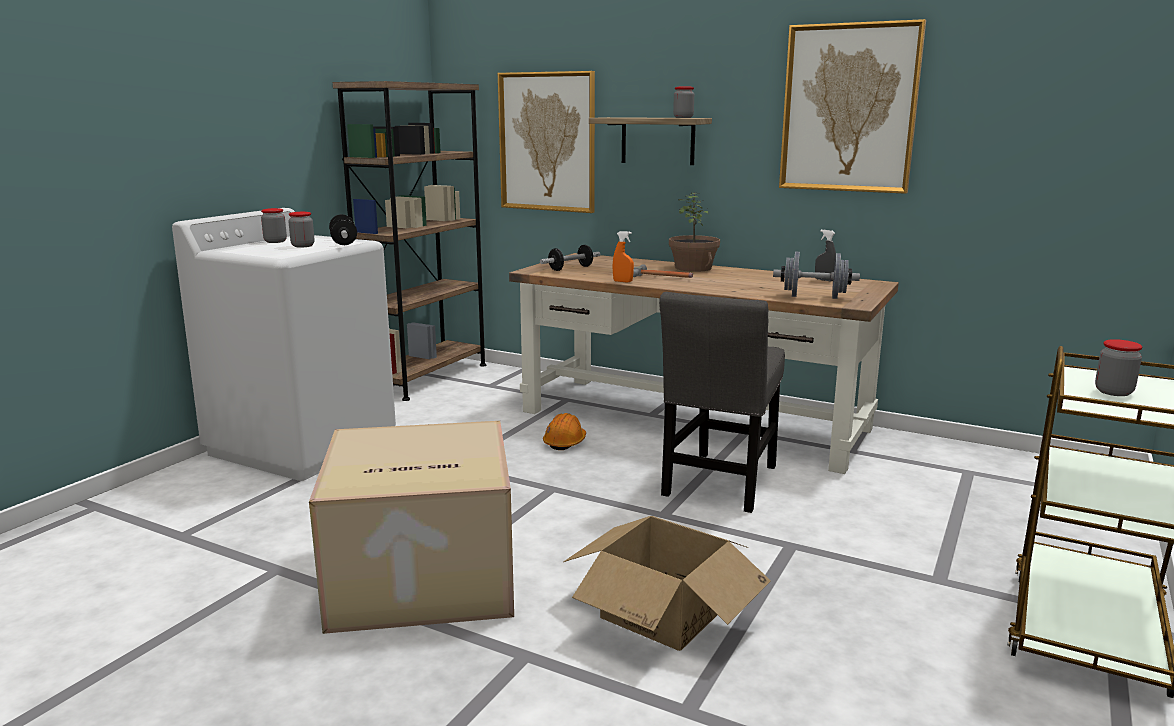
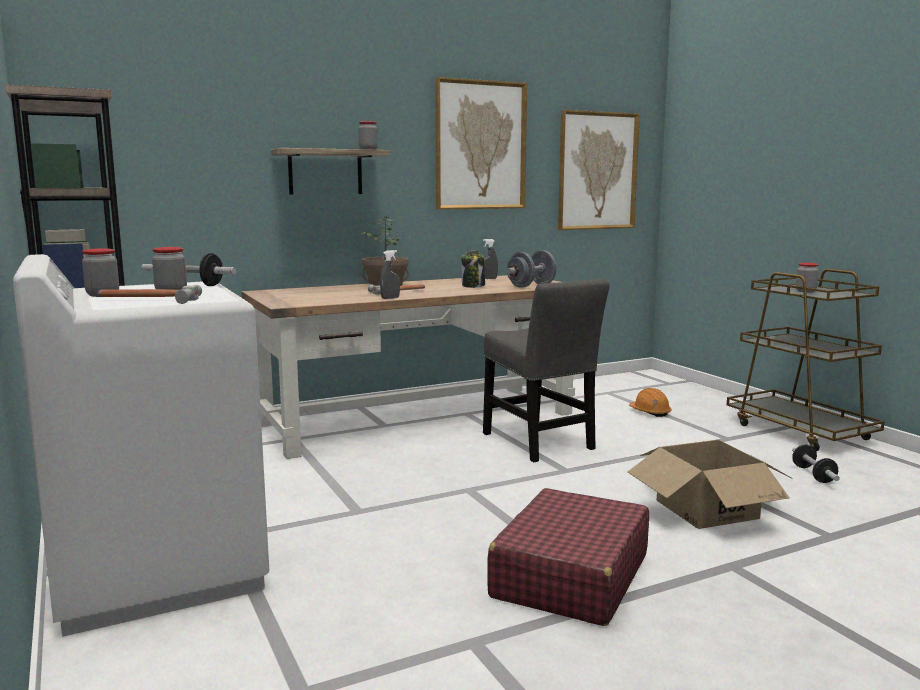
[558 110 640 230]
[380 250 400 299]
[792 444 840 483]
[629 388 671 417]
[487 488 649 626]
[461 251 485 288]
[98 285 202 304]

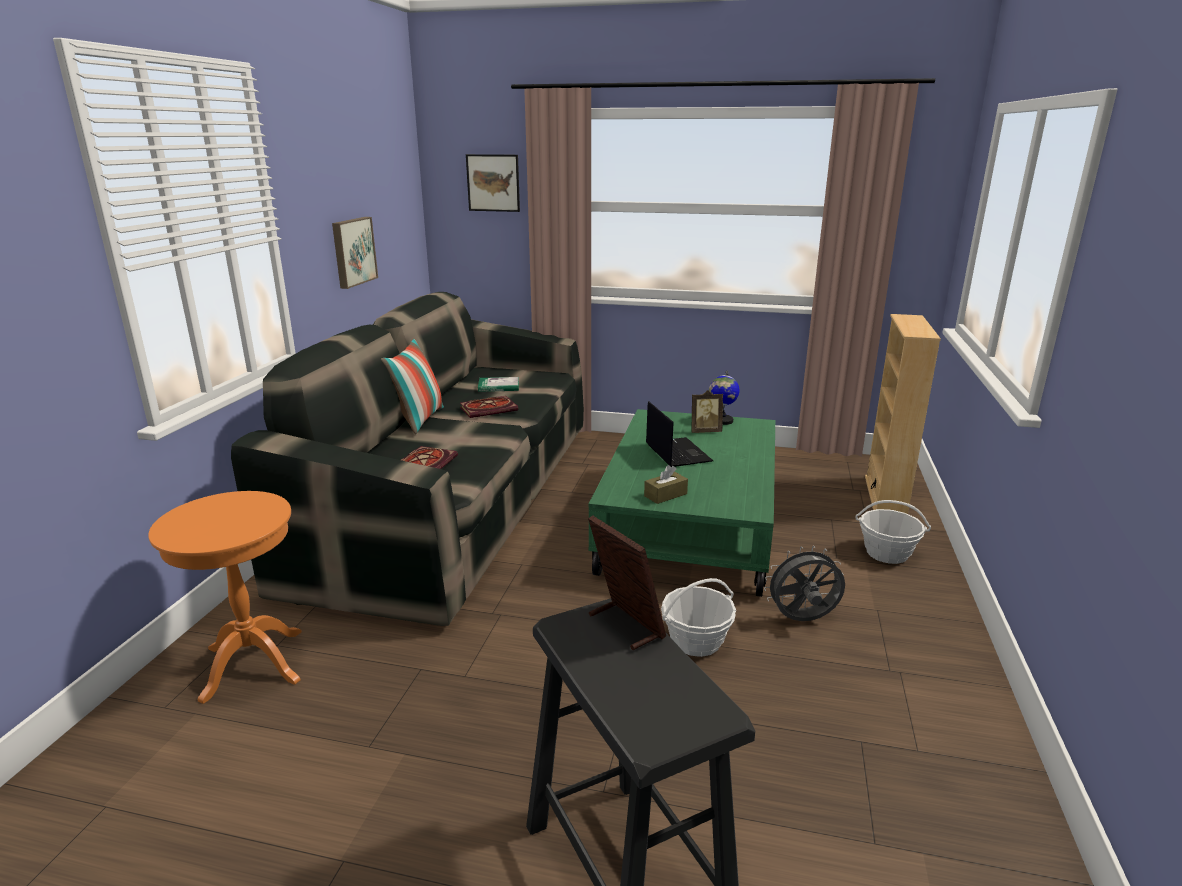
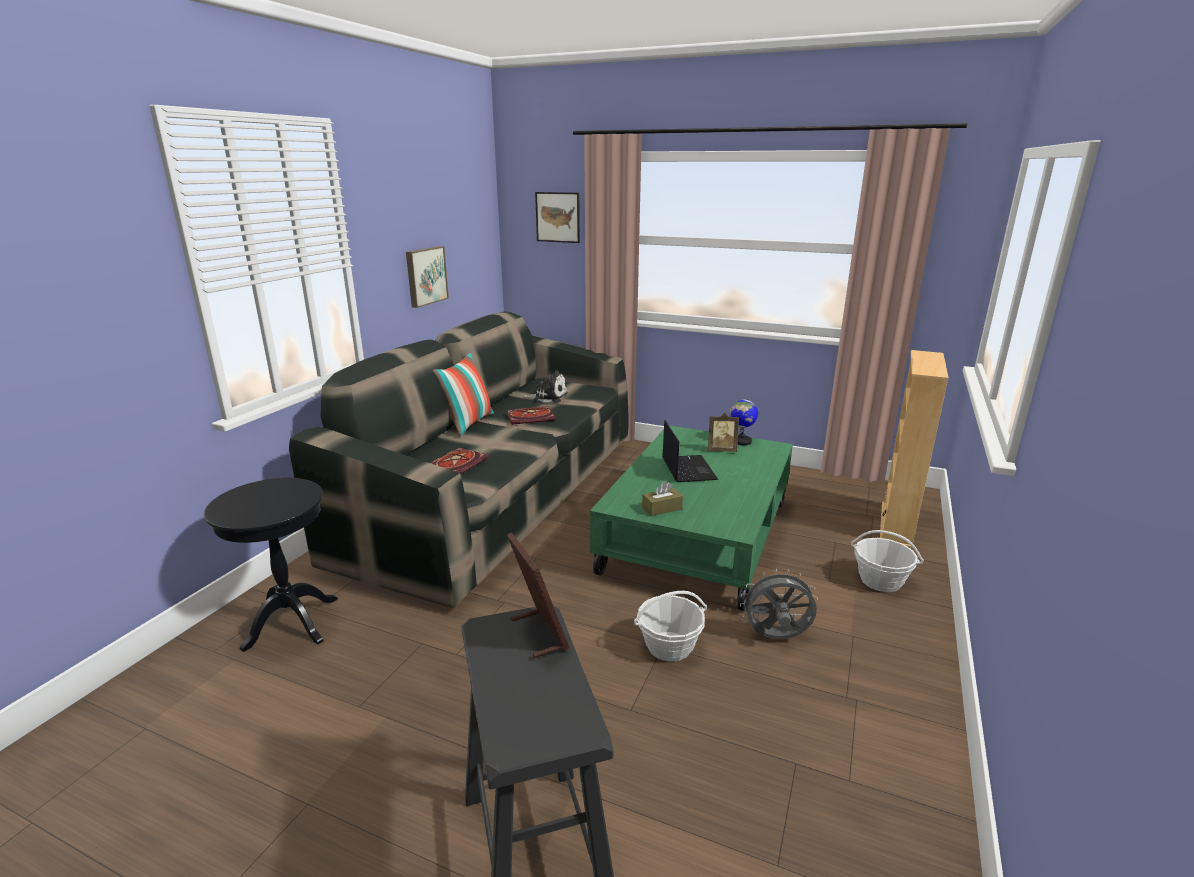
[523 370 568 403]
[204 478 338 652]

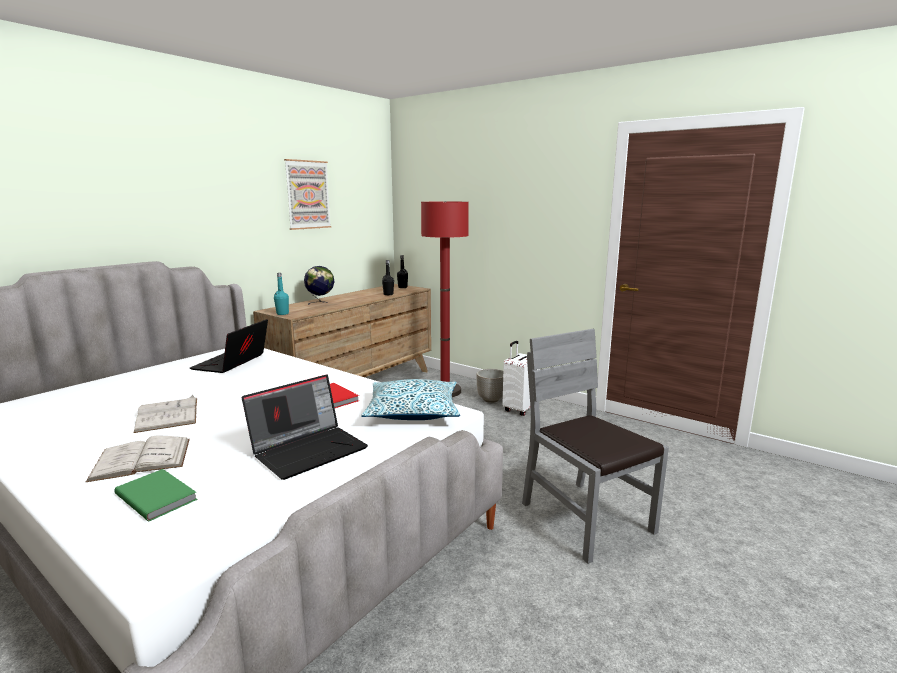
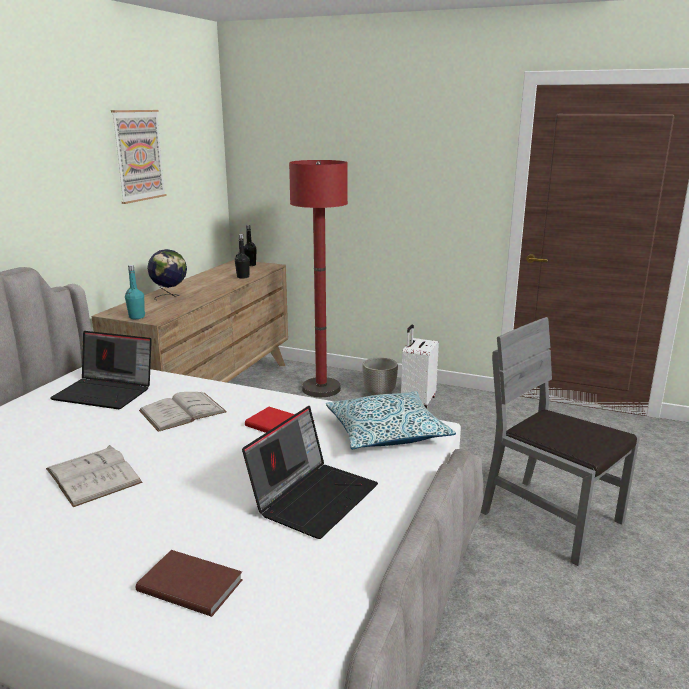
[50 331 152 409]
[139 392 227 432]
[136 550 243 617]

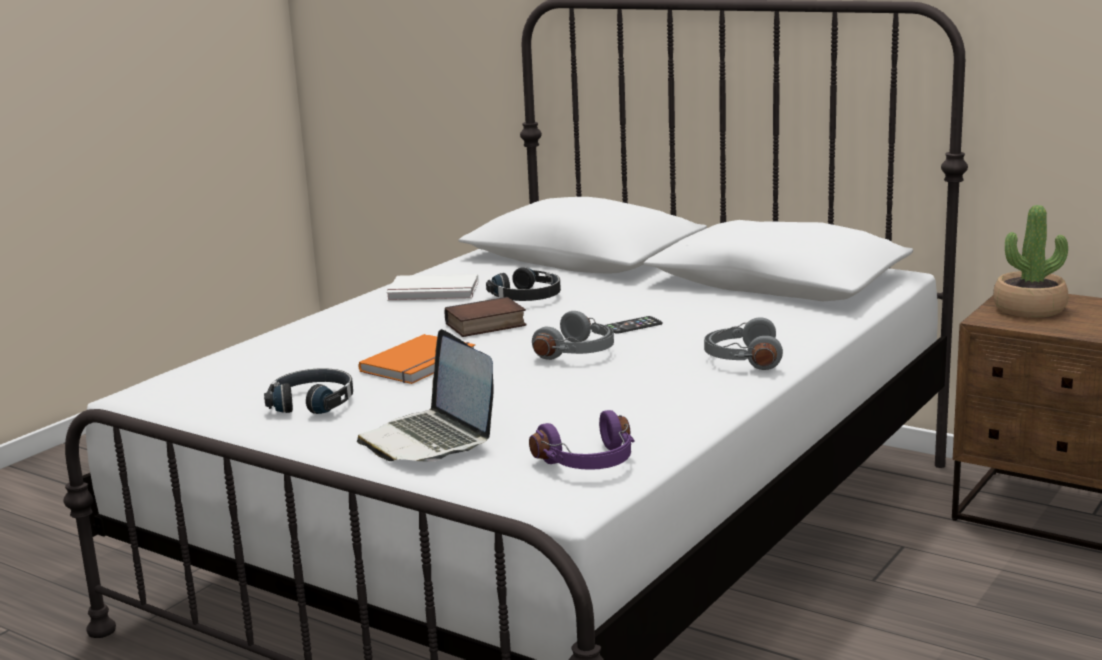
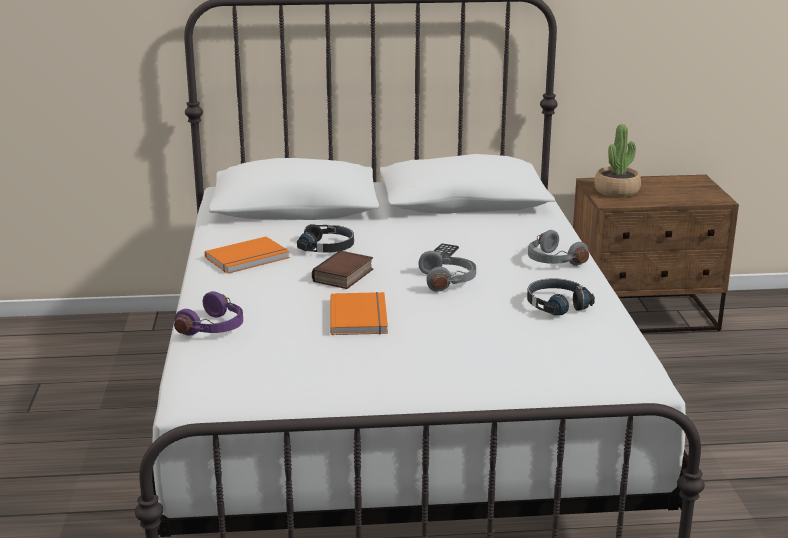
[205 237 290 274]
[357 329 494 462] (first image)
[527 278 595 316]
[174 291 243 336]

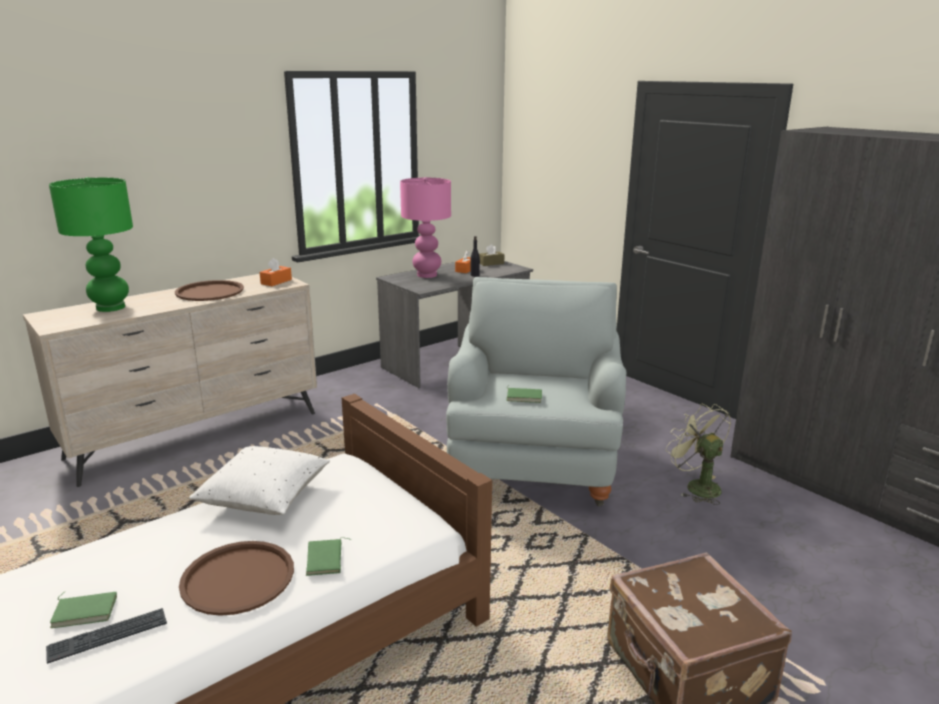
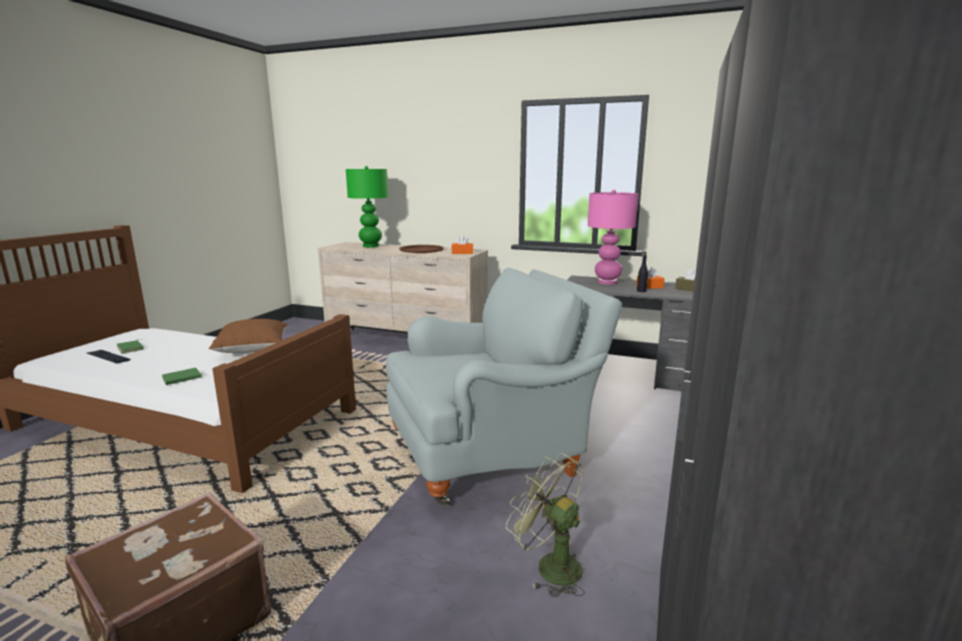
[506 385 542 403] (first image)
[506 453 585 597]
[209 319 288 353]
[179 541 294 616] (first image)

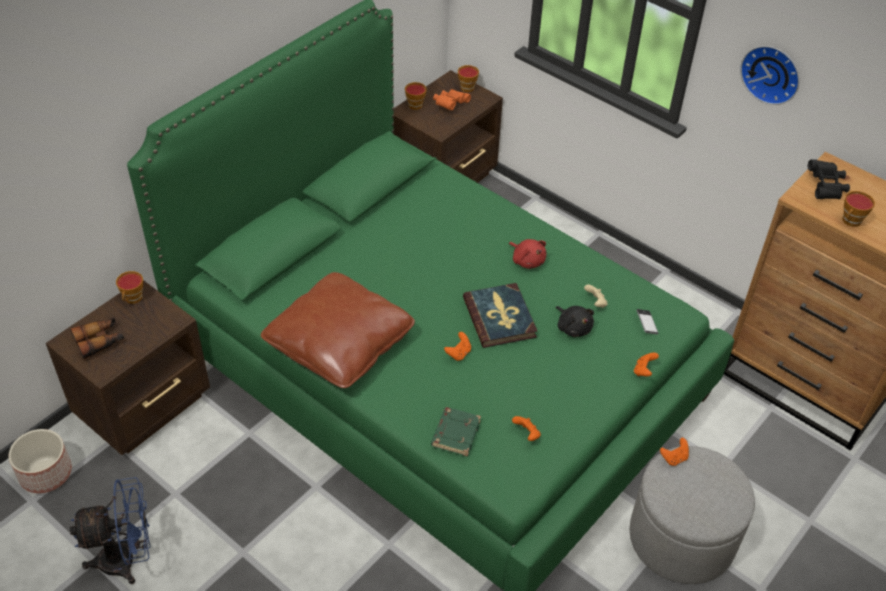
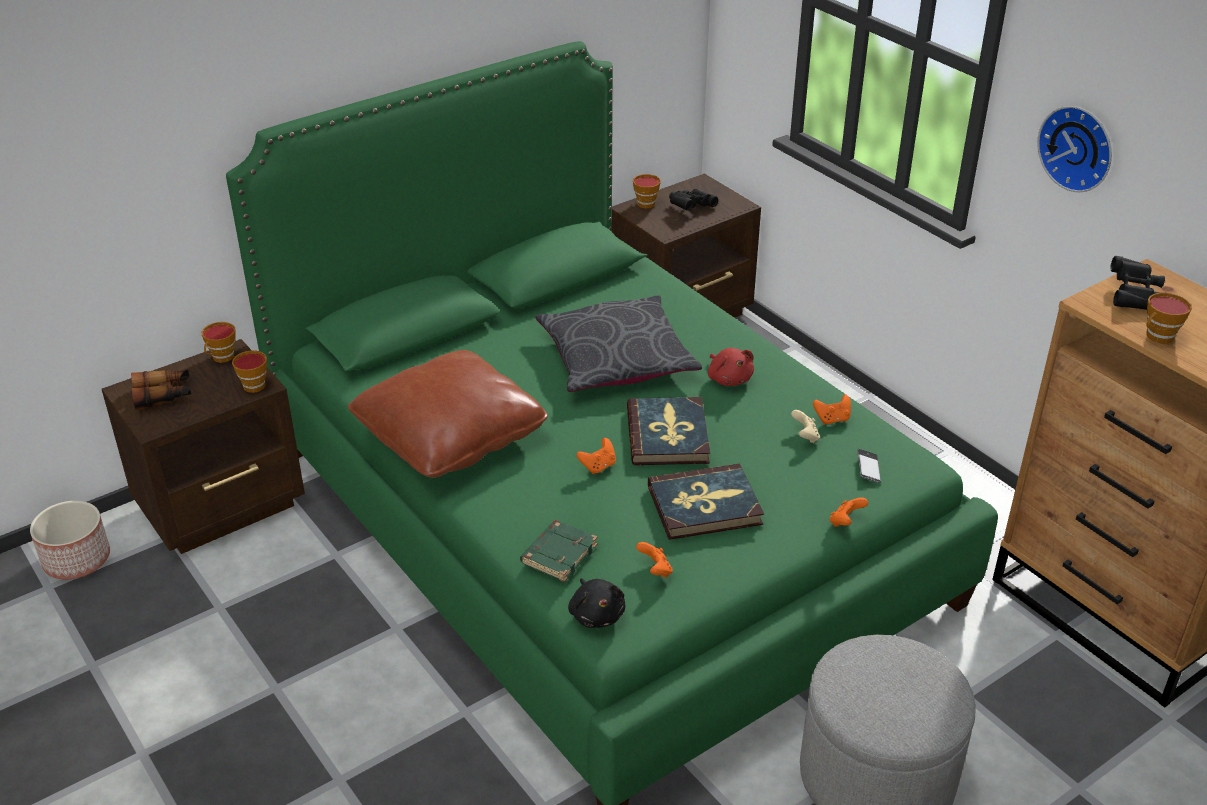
[232 350 267 393]
[669 189 718 211]
[568 578 625 628]
[813 394 851 425]
[70 477 151 584] (first image)
[535 295 702 392]
[648 464 764 540]

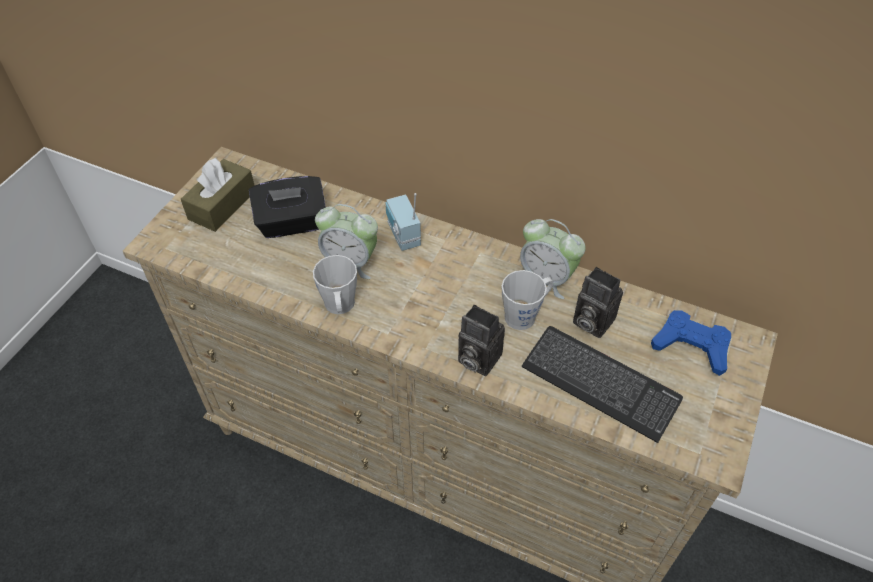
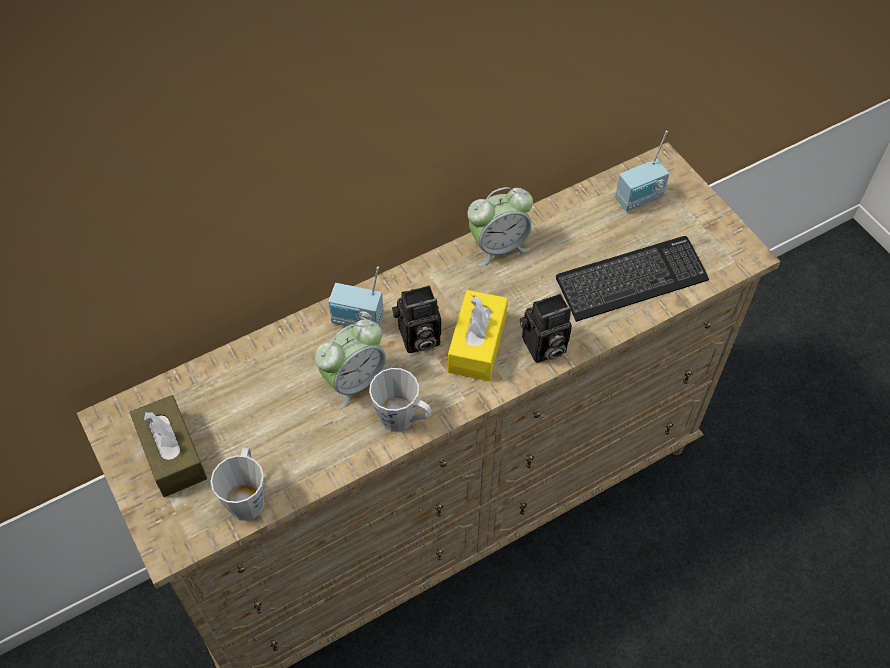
[249 176 326 238] (first image)
[392 285 441 353]
[210 447 265 521]
[615 131 669 212]
[448 290 508 381]

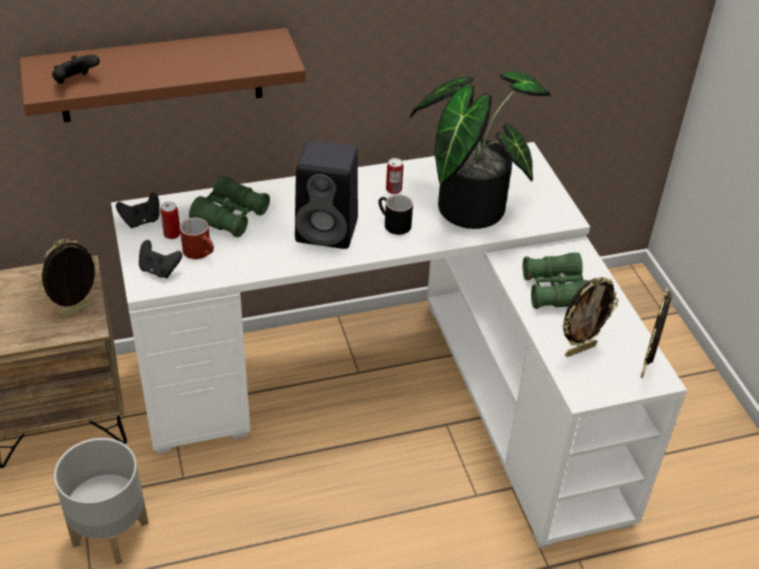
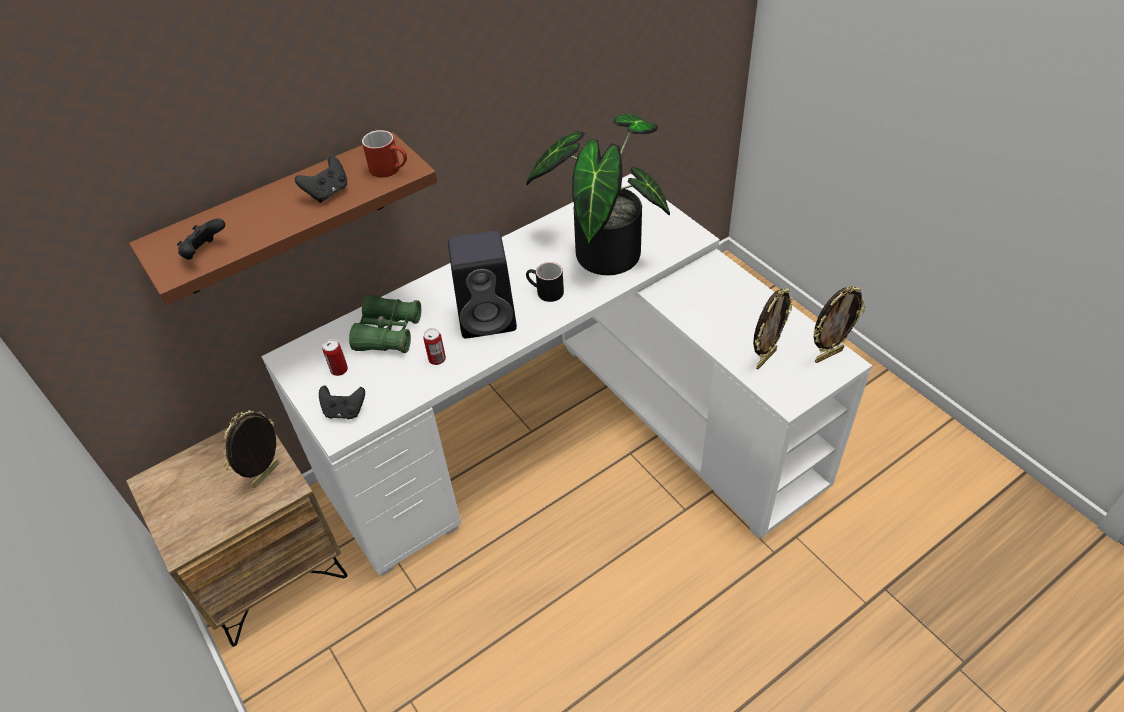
[423 328 446 365]
[295 156 347 203]
[362 130 407 178]
[523 253 589 309] (first image)
[813 286 866 363]
[54 438 149 565] (first image)

